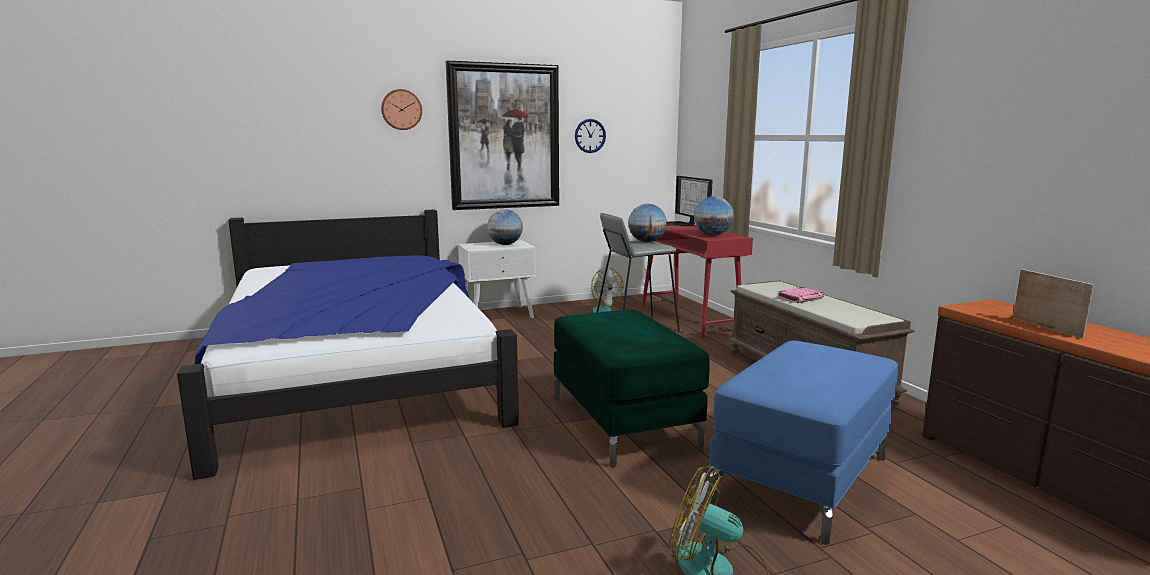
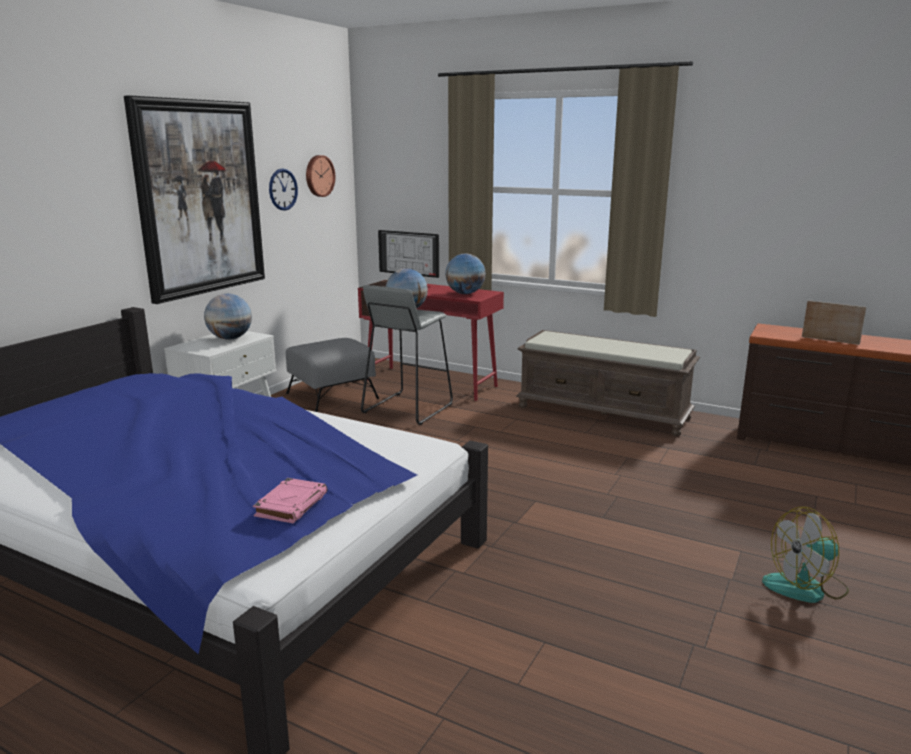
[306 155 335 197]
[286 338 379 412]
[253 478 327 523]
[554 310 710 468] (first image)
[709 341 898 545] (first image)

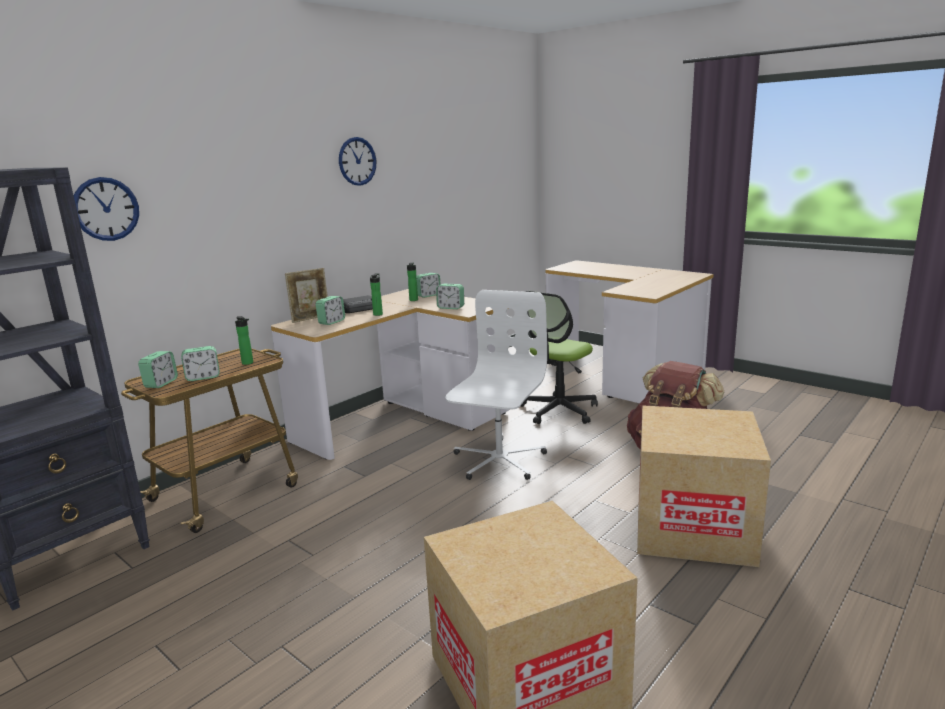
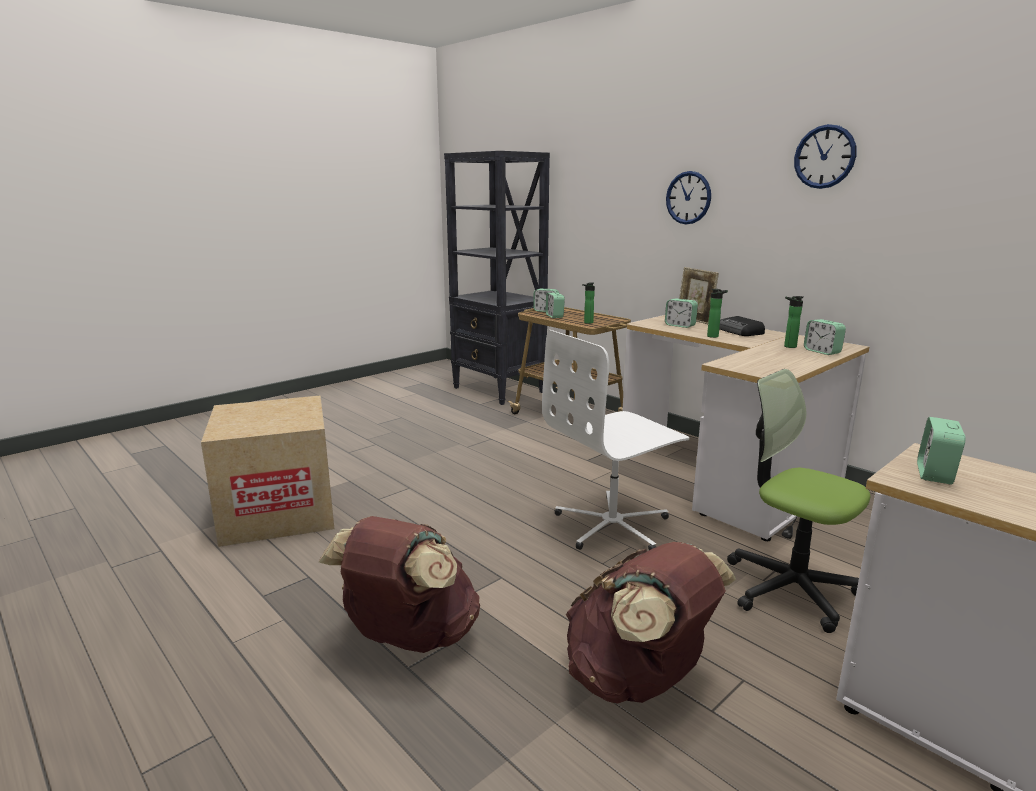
[666 171 711 225]
[917 417 966 485]
[542 330 690 550]
[319 516 480 653]

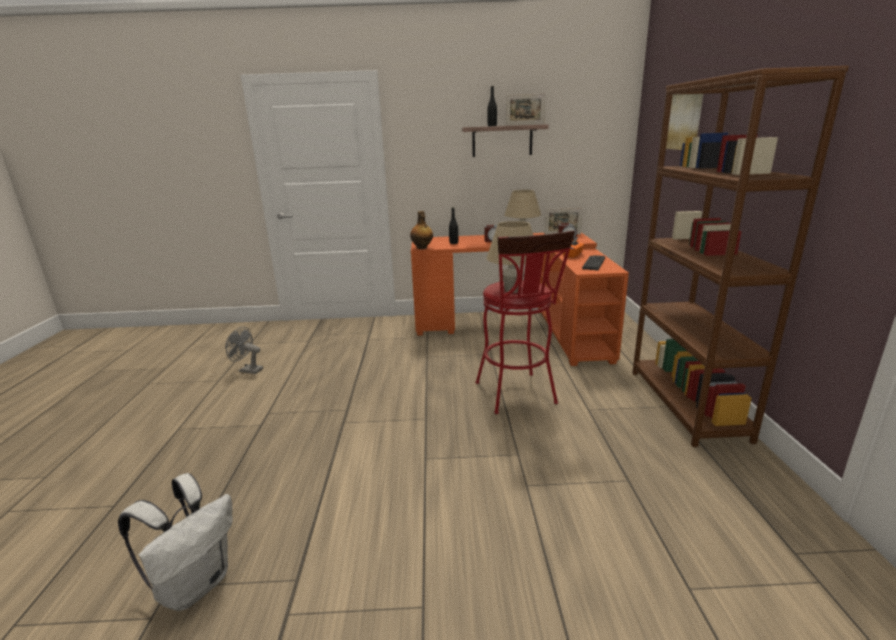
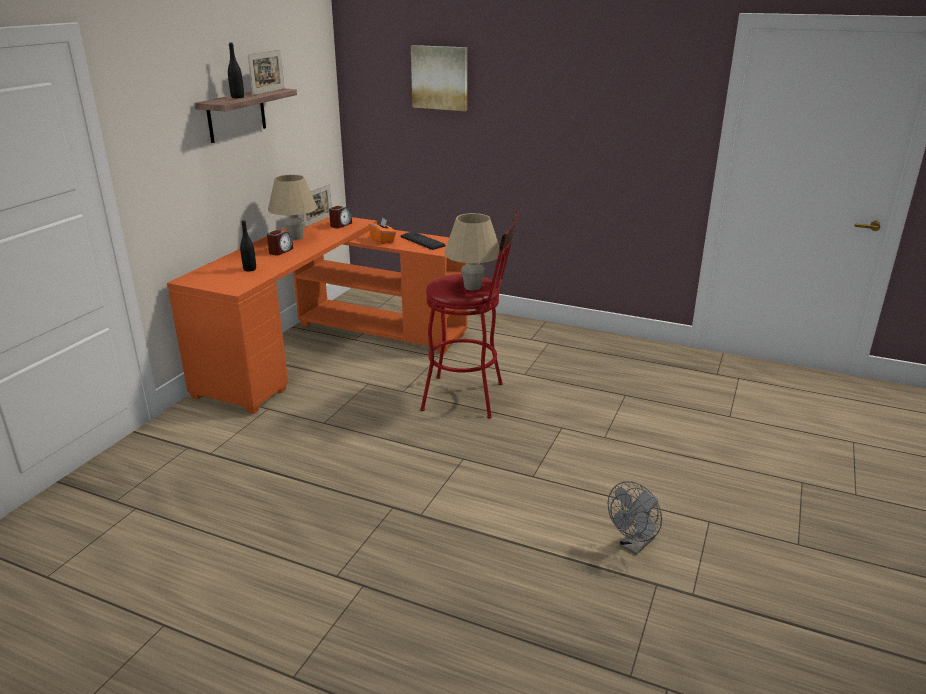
[632 66 849 447] (first image)
[410 211 433 249] (first image)
[608 481 662 555]
[118 473 233 611] (first image)

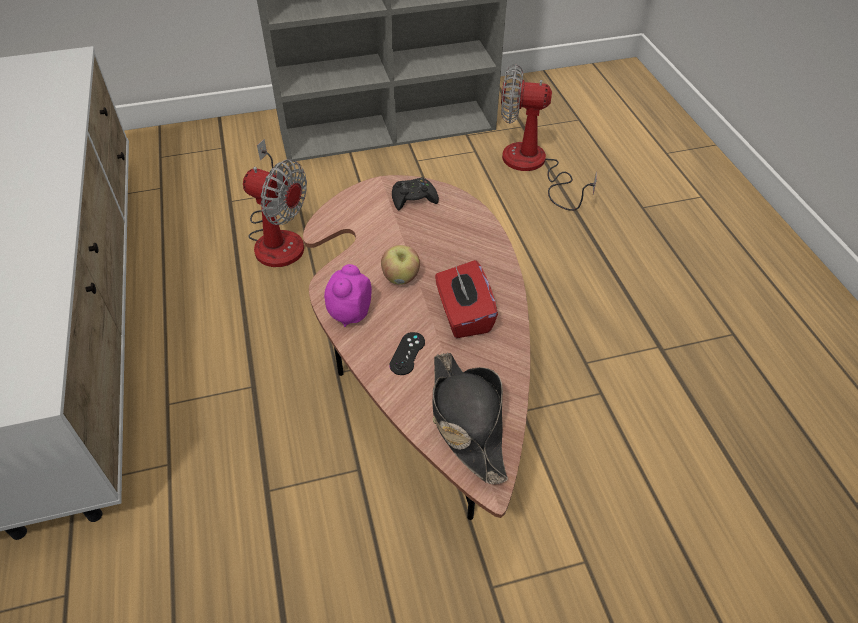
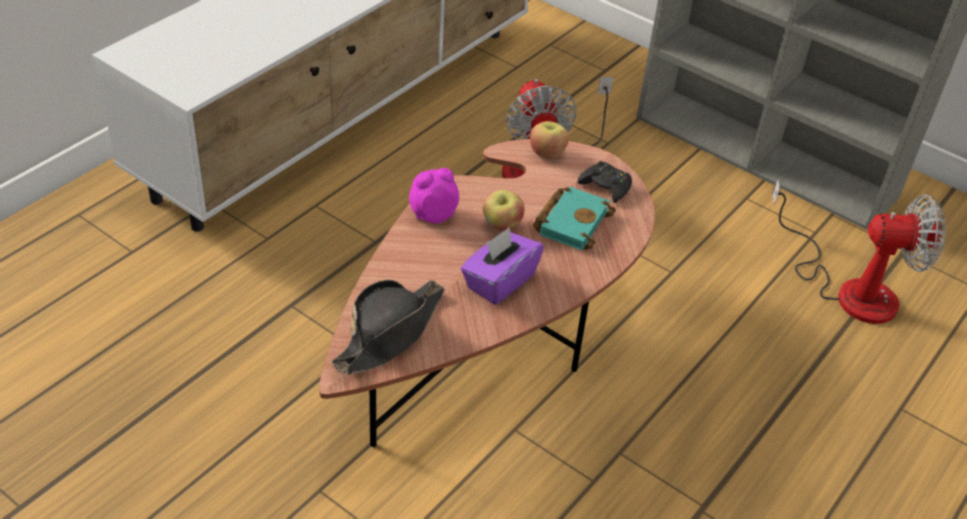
[772 178 946 324]
[461 227 544 305]
[389 332 425 375] (first image)
[530 121 569 159]
[533 186 616 250]

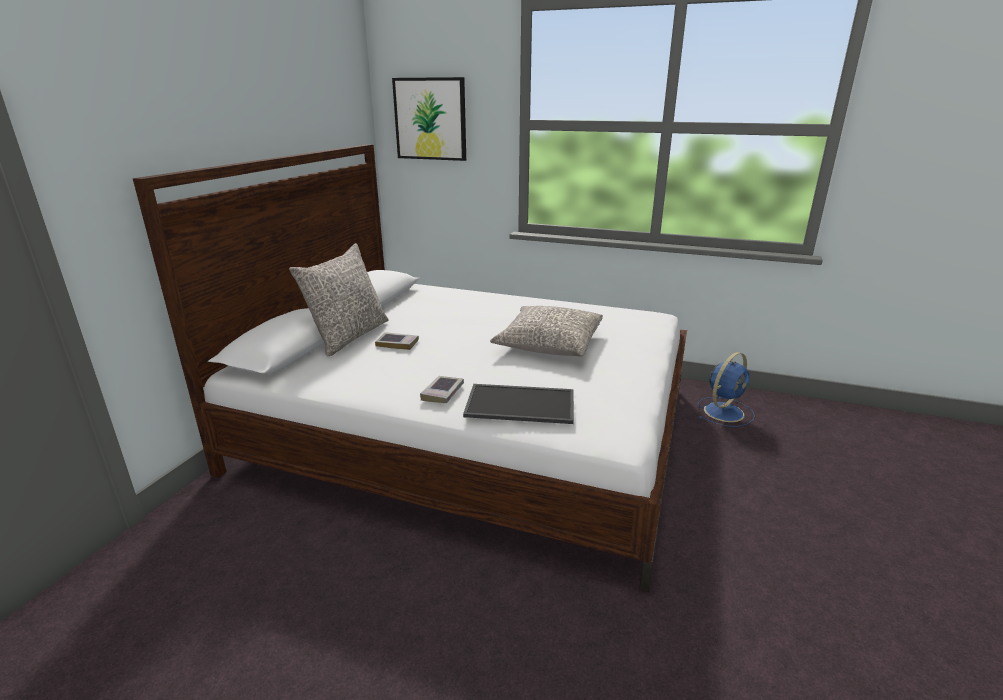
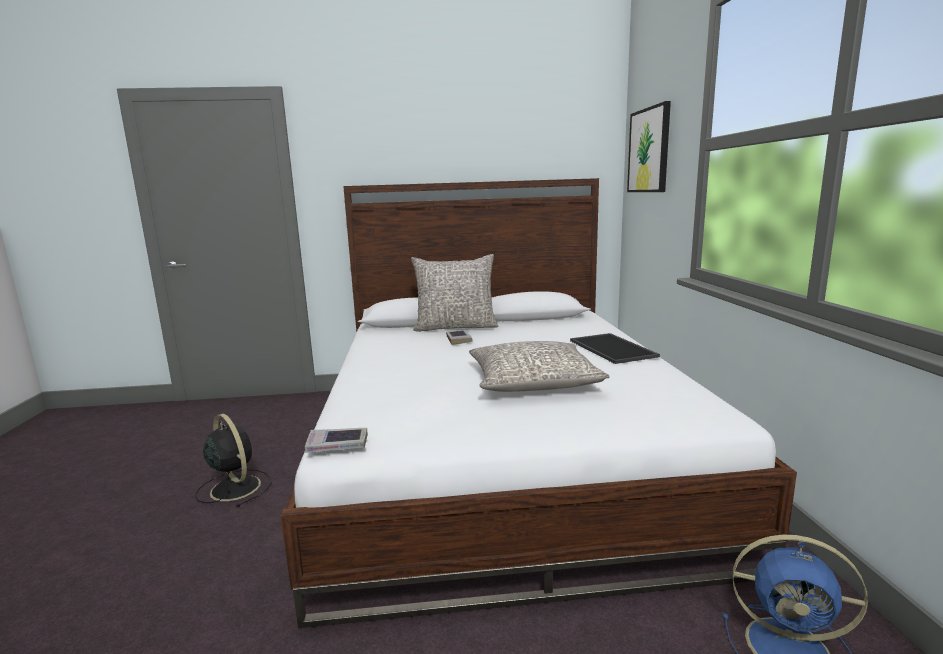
[305 428 368 453]
[570 333 660 364]
[195 414 271 507]

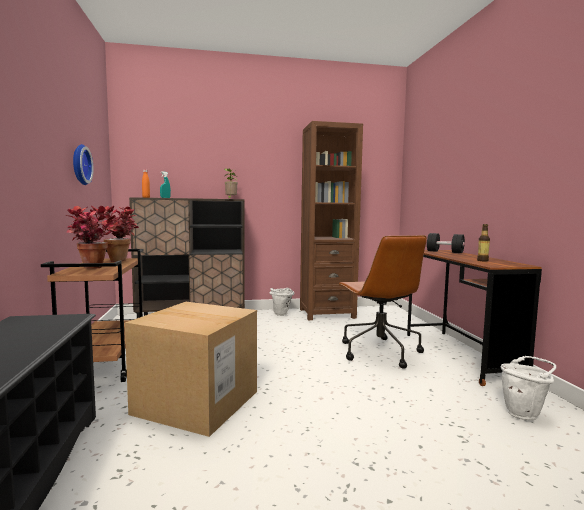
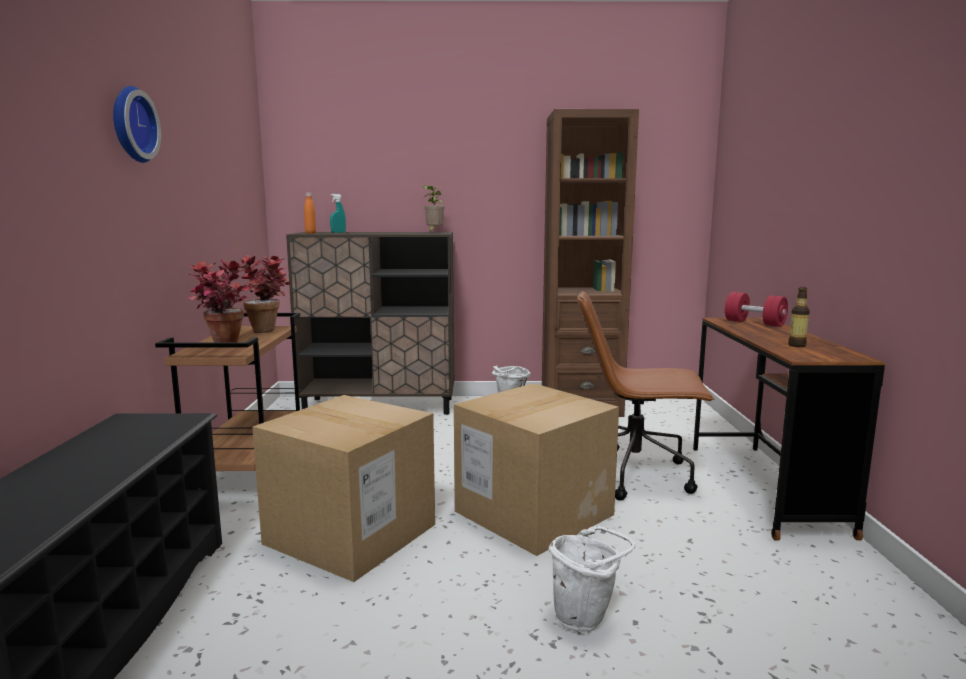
[113 86 161 163]
[725 292 788 327]
[577 291 714 501]
[549 526 635 632]
[454 383 619 556]

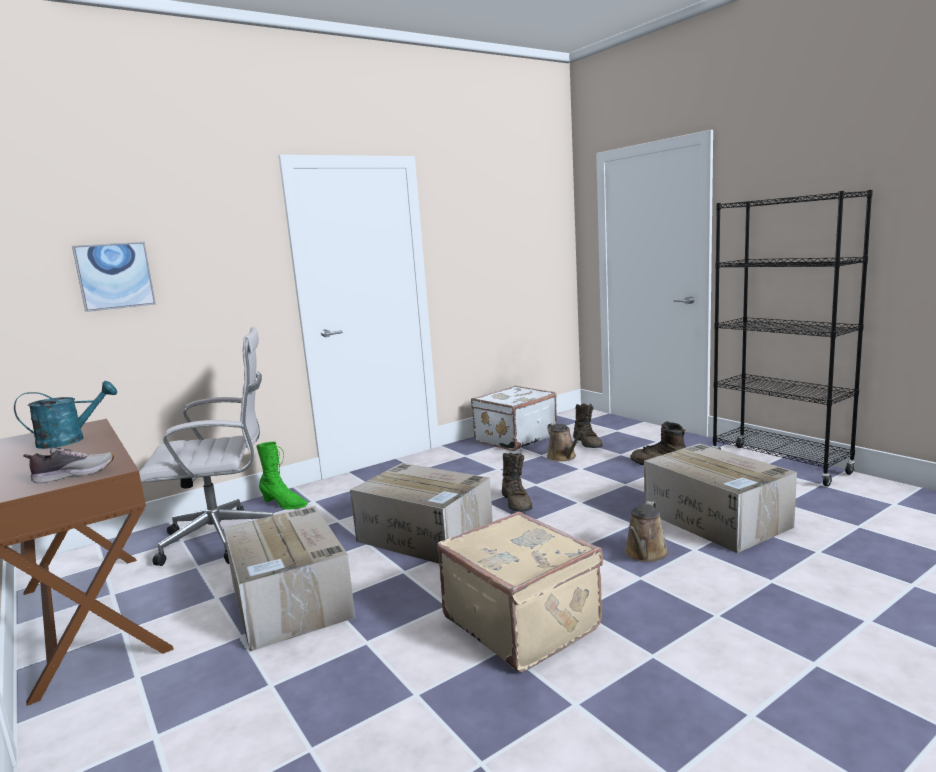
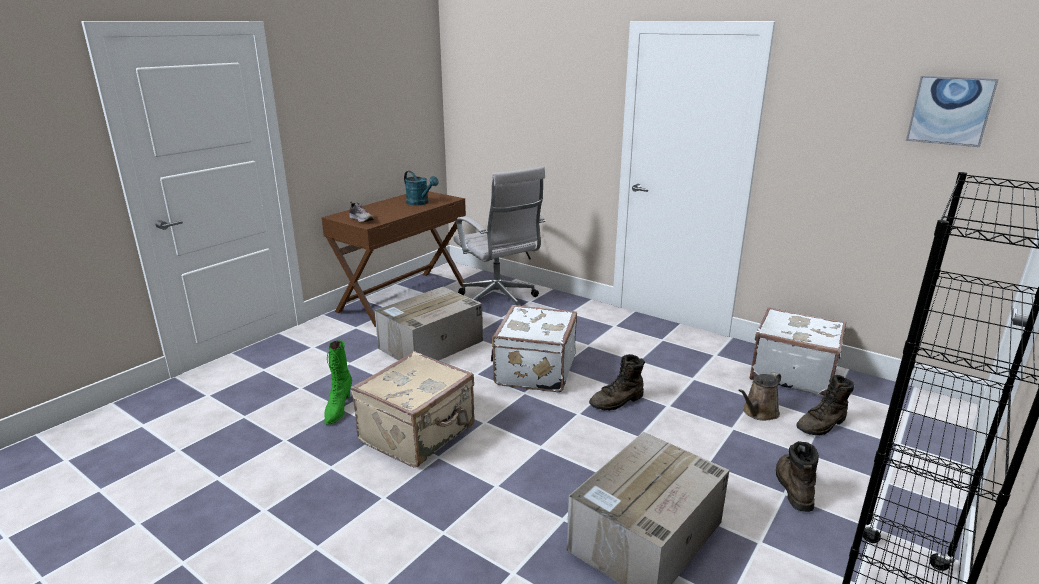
[906 76 999 147]
[324 340 352 425]
[491 305 577 392]
[625 501 669 562] (first image)

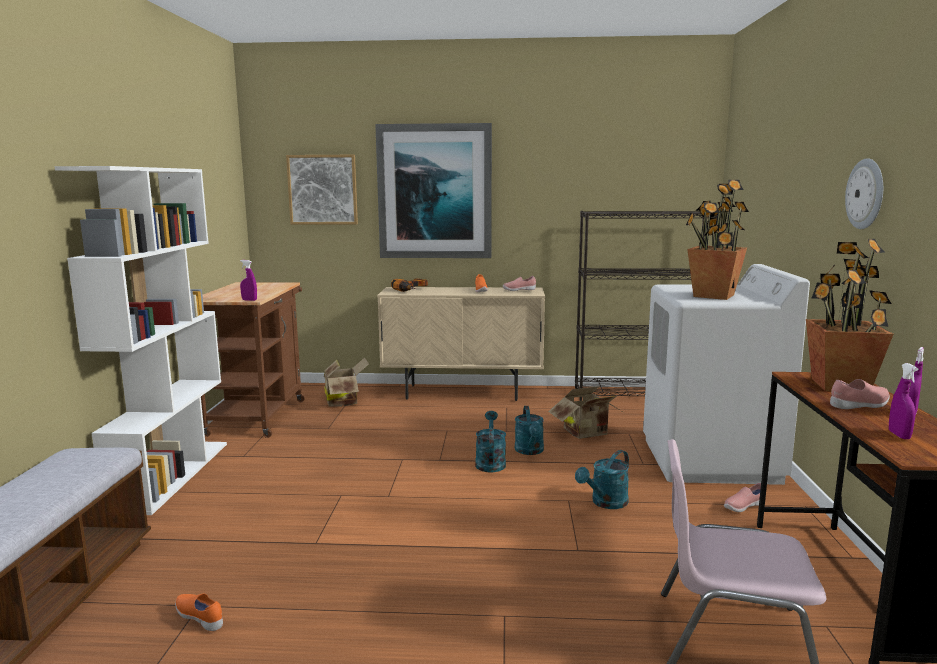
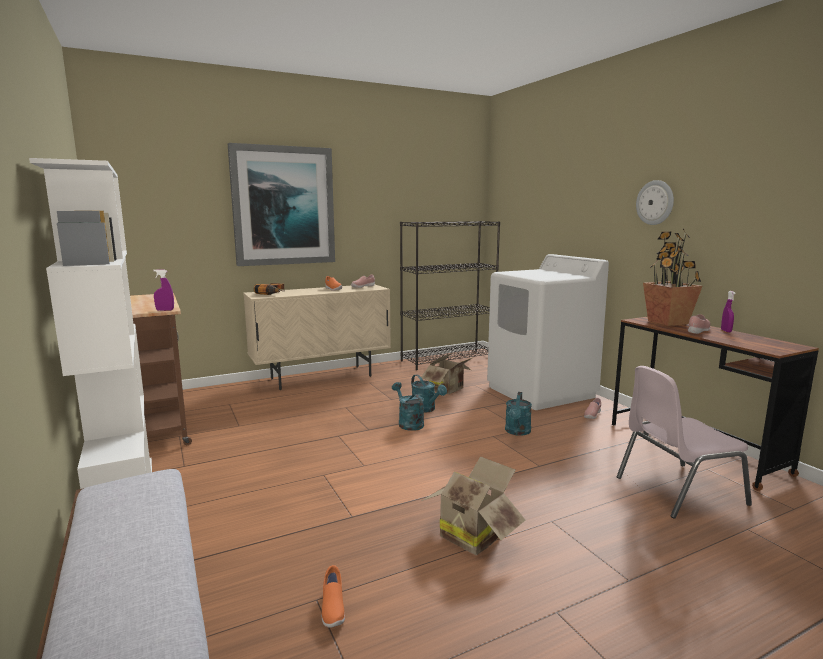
[286 155 358 224] (first image)
[686 180 749 300] (first image)
[422 456 525 555]
[889 363 918 439] (first image)
[322 565 345 628]

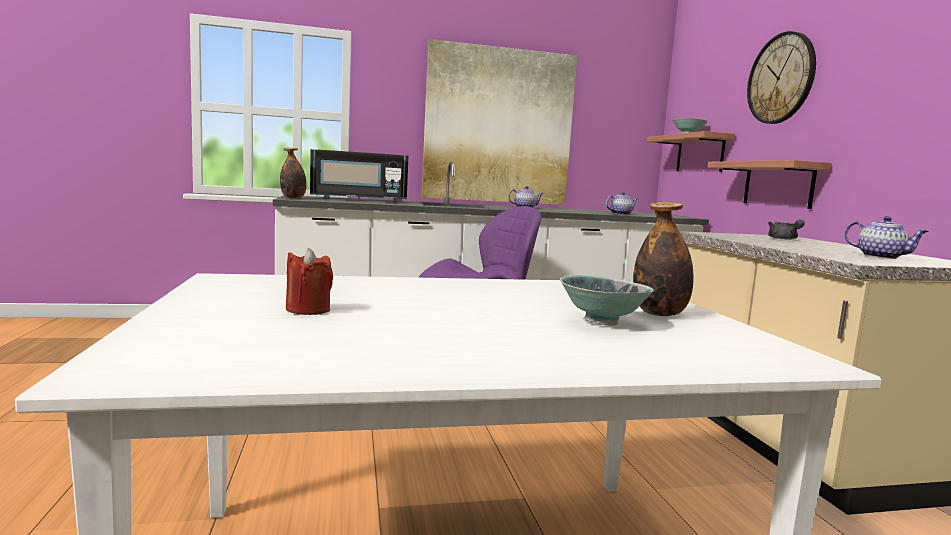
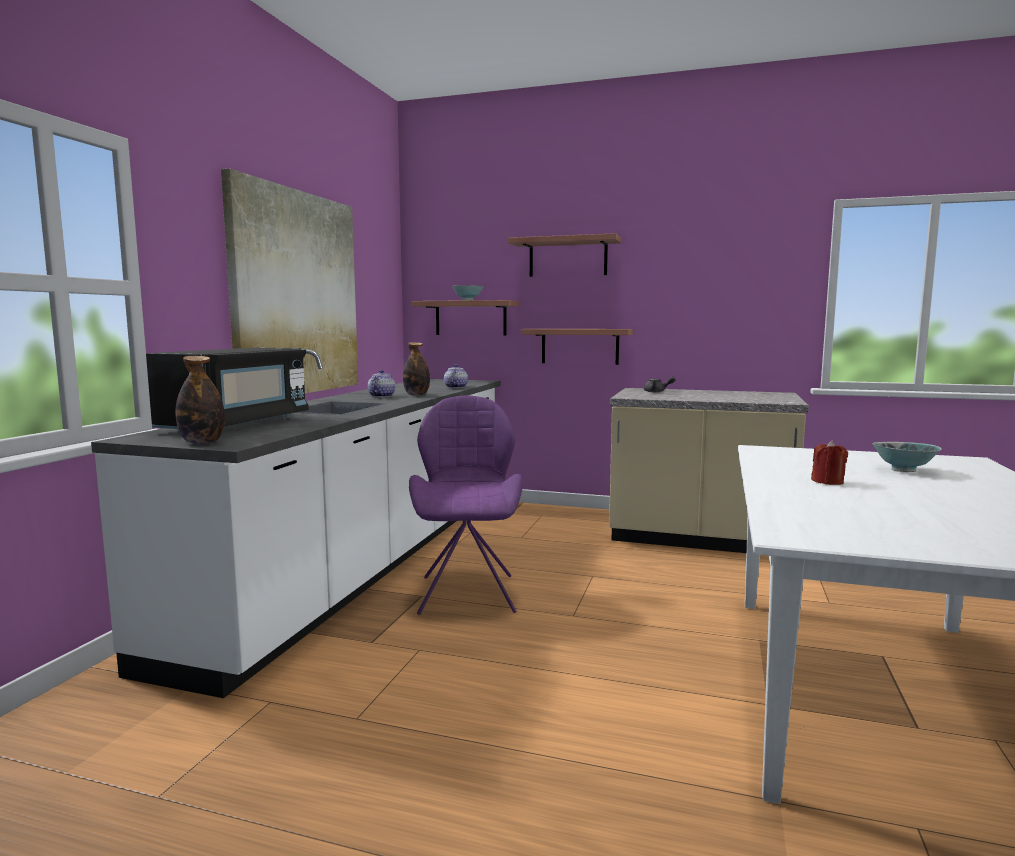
[508 233 621 277]
[403 342 430 396]
[844 216 929 259] (first image)
[811 440 848 485]

